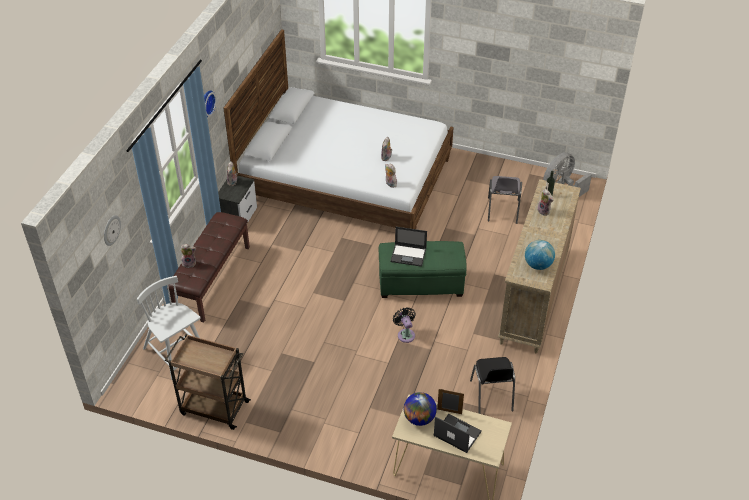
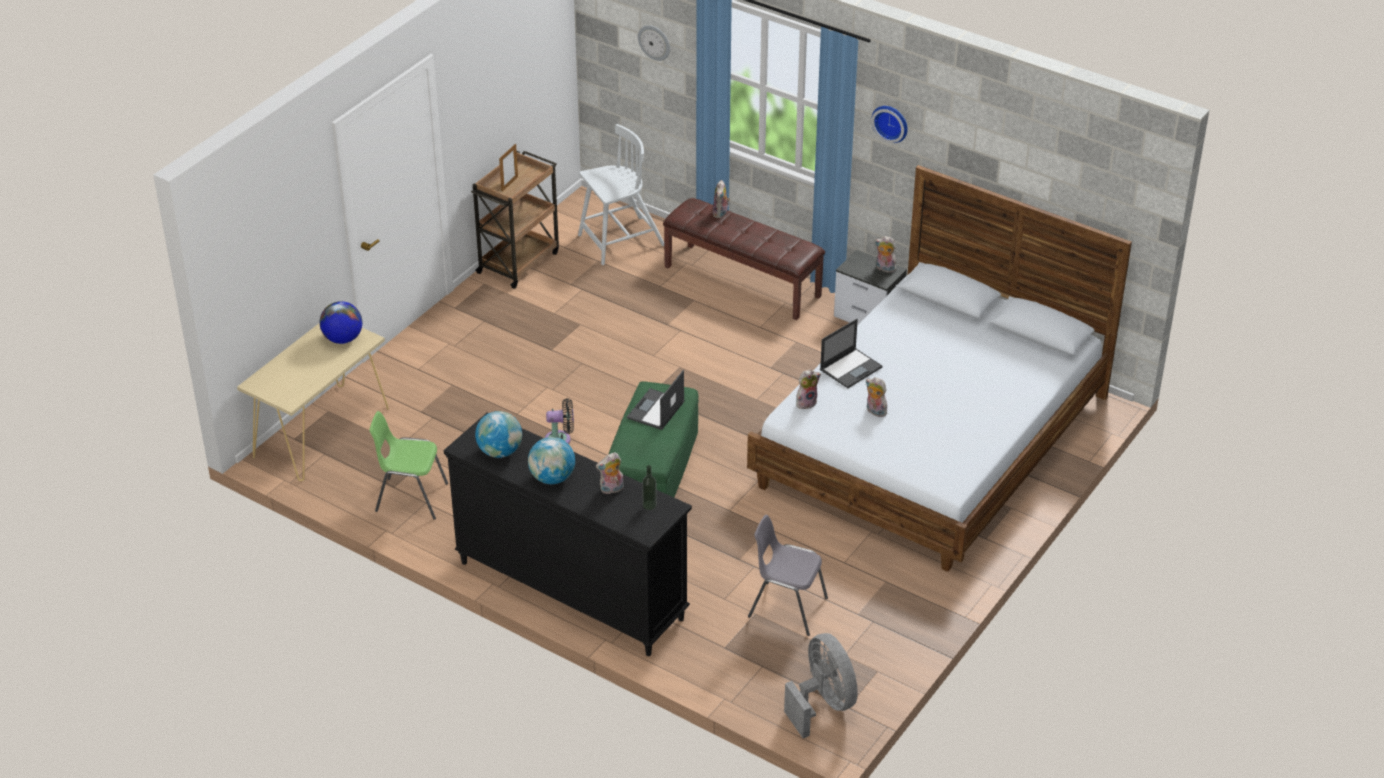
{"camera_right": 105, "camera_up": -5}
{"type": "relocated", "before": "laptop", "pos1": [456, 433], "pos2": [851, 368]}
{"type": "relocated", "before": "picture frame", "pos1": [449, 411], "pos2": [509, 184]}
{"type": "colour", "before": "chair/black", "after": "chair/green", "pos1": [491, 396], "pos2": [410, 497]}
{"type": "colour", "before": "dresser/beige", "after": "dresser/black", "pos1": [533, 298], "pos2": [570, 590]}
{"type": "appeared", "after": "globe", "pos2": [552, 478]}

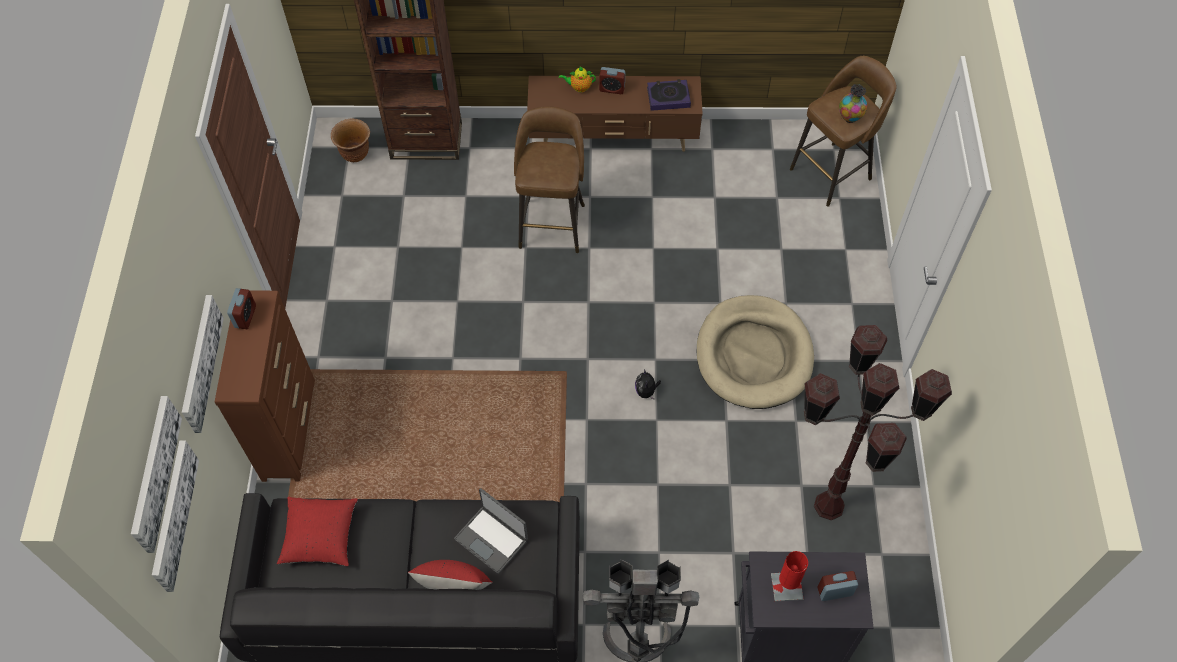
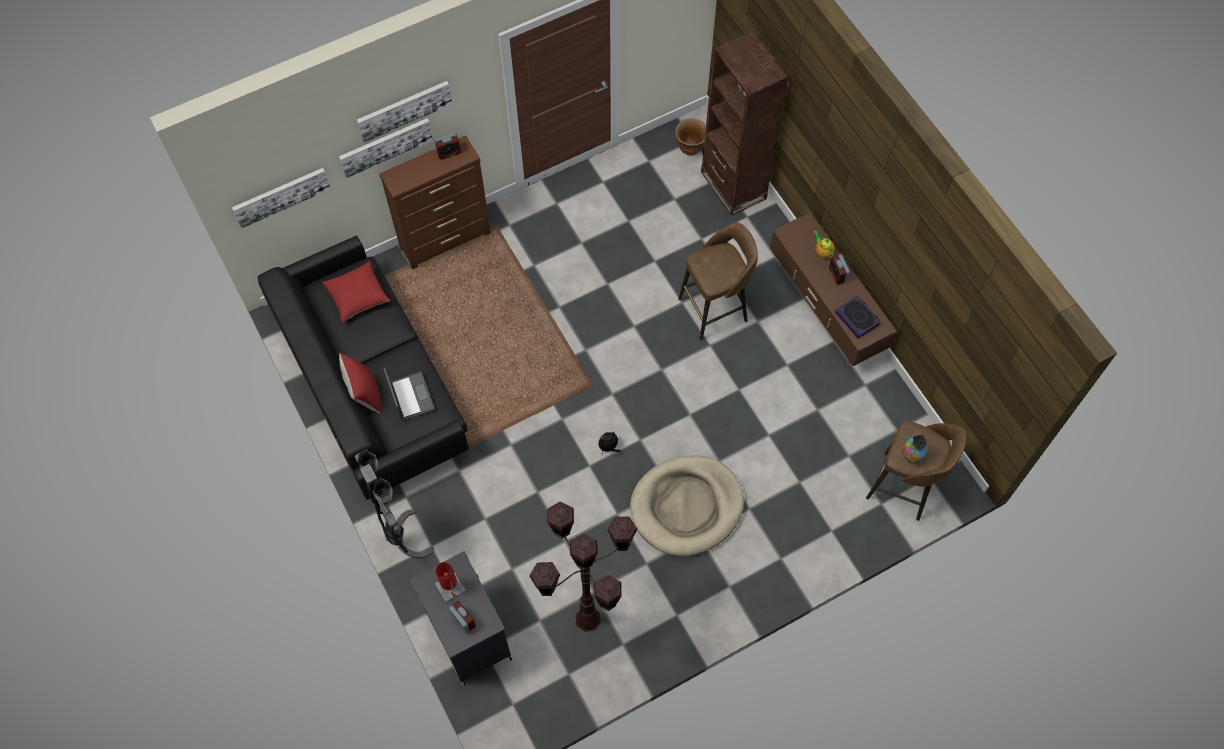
{"camera_right": 60, "camera_up": 5}
{"type": "relocated", "before": "picture", "pos1": [154, 473], "pos2": [404, 110]}
{"type": "spun", "before": "laptop", "pos1": [492, 539], "pos2": [410, 397], "turn": 150}

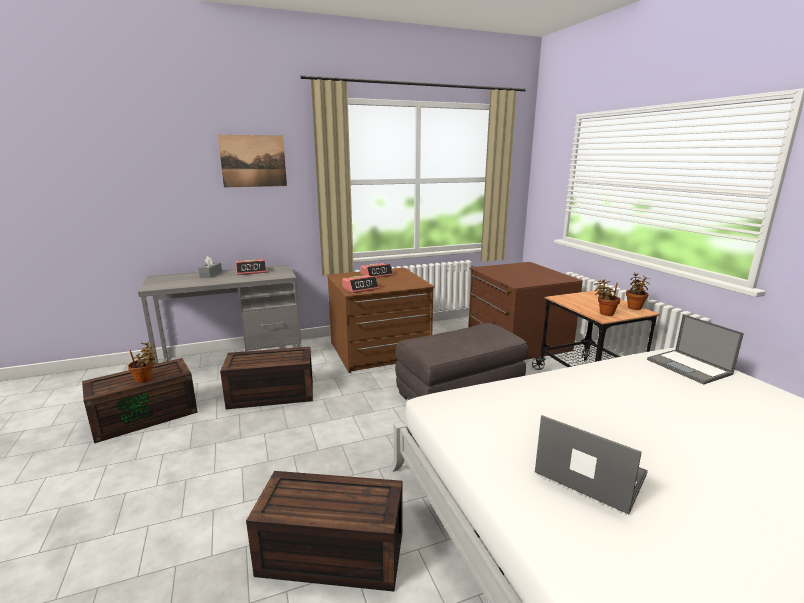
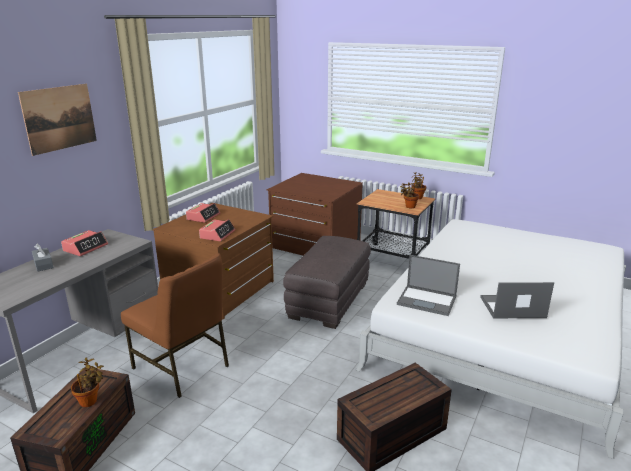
{"camera_right": -40, "camera_up": 5}
{"type": "exchanged", "before": "storage box/brown", "after": "chair/brown", "pos1": [270, 395], "pos2": [182, 367]}
{"type": "relocated", "before": "laptop", "pos1": [689, 367], "pos2": [427, 300]}

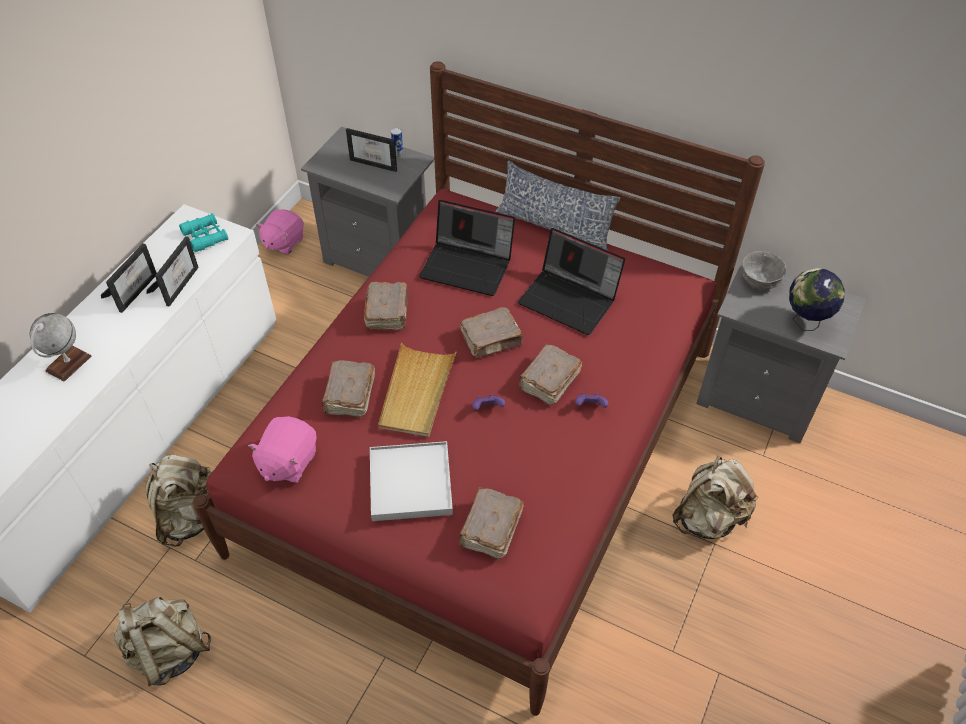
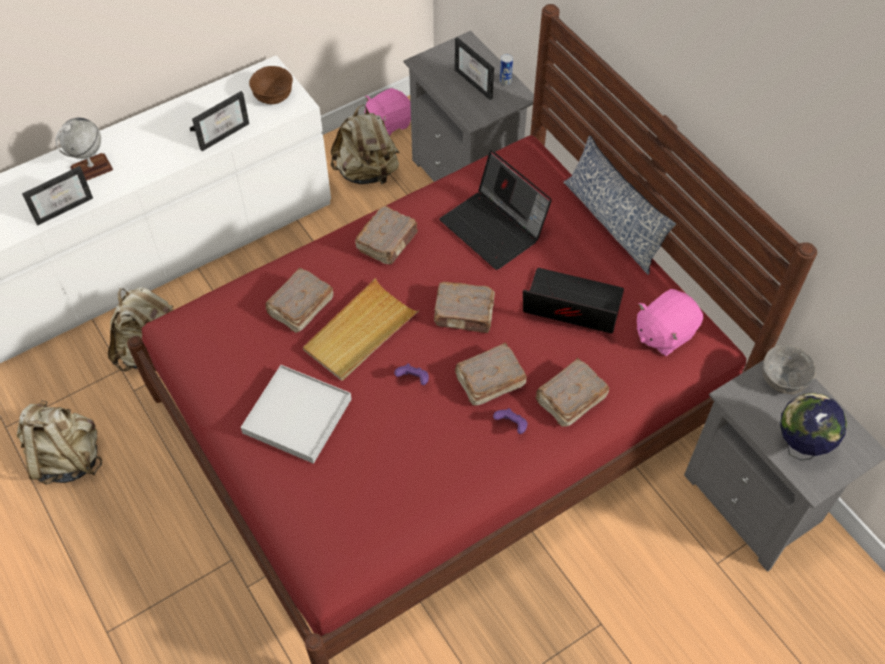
{"camera_right": 30, "camera_up": 5}
{"type": "relocated", "before": "picture frame", "pos1": [134, 290], "pos2": [63, 206]}
{"type": "exchanged", "before": "binoculars/turquoise", "after": "bowl/brown", "pos1": [205, 237], "pos2": [274, 96]}
{"type": "relocated", "before": "plush toy/pink", "pos1": [288, 461], "pos2": [664, 333]}
{"type": "relocated", "before": "book/brown", "pos1": [490, 529], "pos2": [569, 399]}
{"type": "spun", "before": "laptop", "pos1": [570, 299], "pos2": [570, 308], "turn": 135}
{"type": "relocated", "before": "backpack/beige", "pos1": [709, 518], "pos2": [367, 172]}

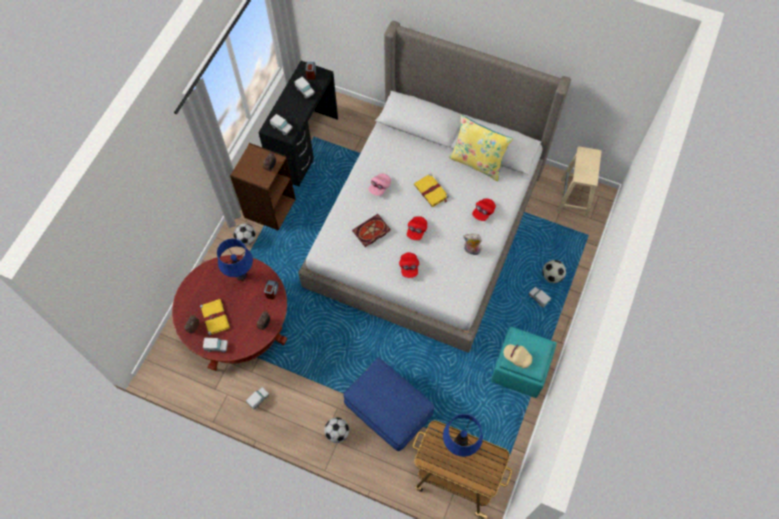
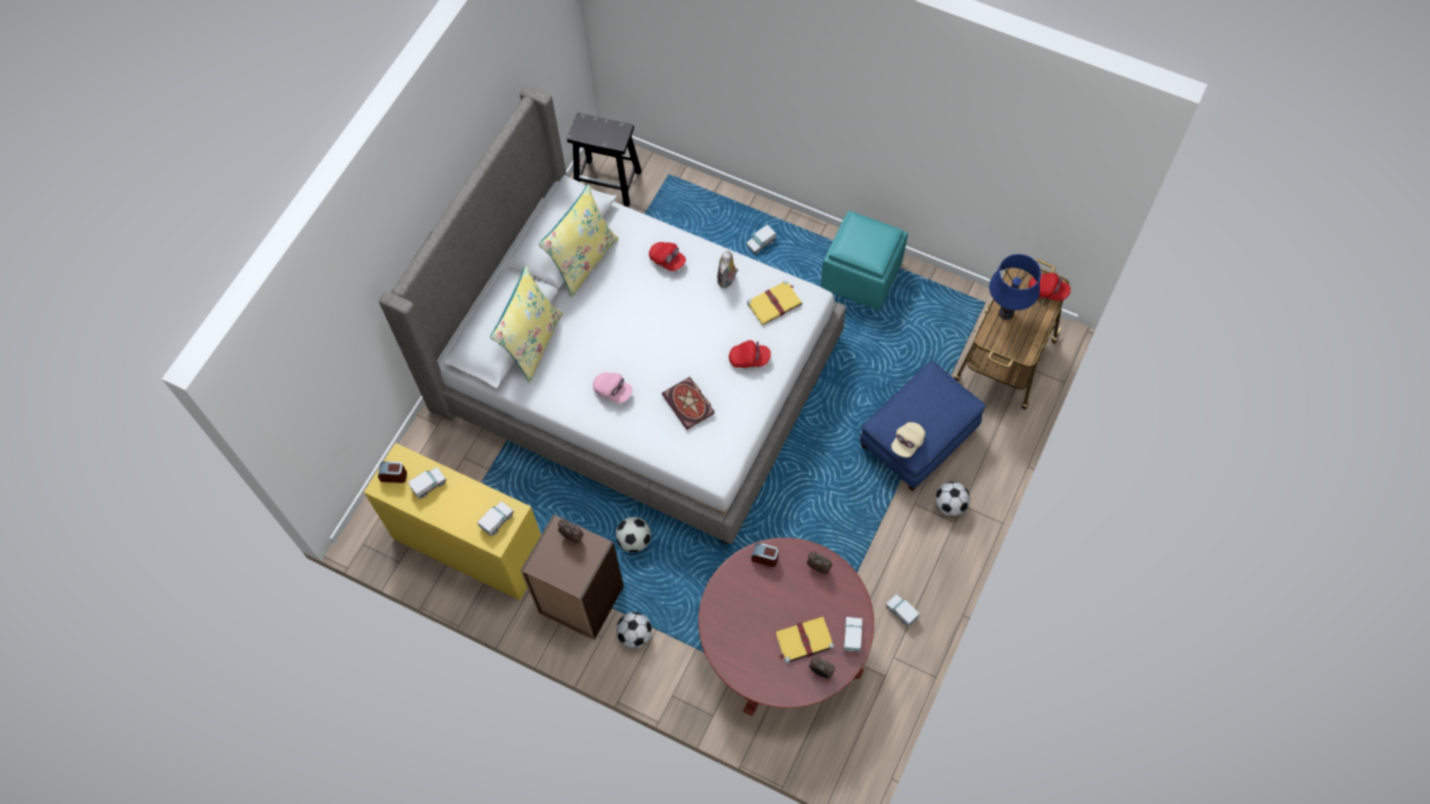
{"camera_right": -85, "camera_up": 0}
{"type": "missing", "before": "table lamp/blue", "pos1": [241, 276]}
{"type": "colour", "before": "desk/black", "after": "desk/yellow", "pos1": [304, 146], "pos2": [469, 546]}
{"type": "relocated", "before": "cap/red", "pos1": [416, 231], "pos2": [1047, 291]}
{"type": "relocated", "before": "book/yellow", "pos1": [431, 191], "pos2": [775, 303]}
{"type": "relocated", "before": "cap/beige", "pos1": [517, 357], "pos2": [907, 443]}
{"type": "relocated", "before": "football", "pos1": [552, 276], "pos2": [634, 540]}
{"type": "colour", "before": "stool/beige", "after": "stool/black", "pos1": [574, 198], "pos2": [609, 183]}
{"type": "appeared", "after": "pillow/yellow", "pos2": [532, 343]}

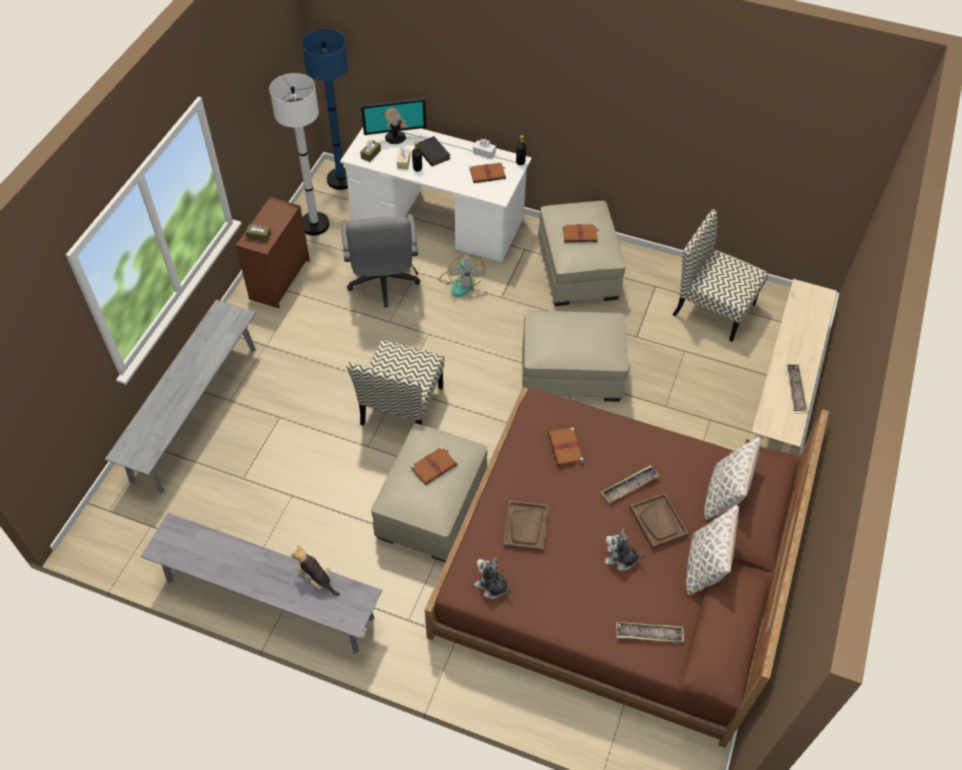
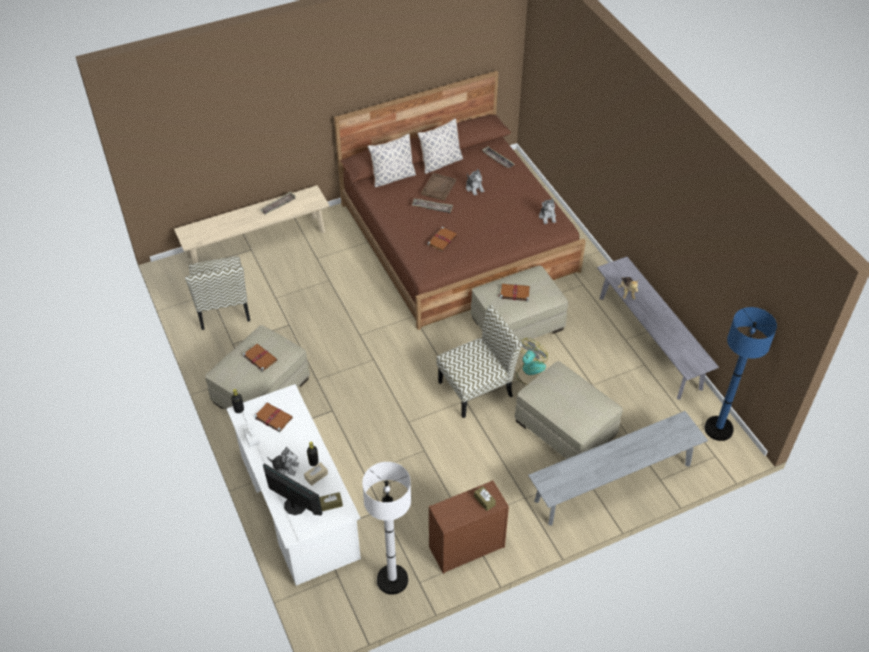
{"camera_right": -135, "camera_up": -5}
{"type": "relocated", "before": "floor lamp/blue", "pos1": [341, 179], "pos2": [718, 429]}
{"type": "missing", "before": "office chair/grey", "pos1": [383, 284]}
{"type": "exchanged", "before": "book/black", "after": "plush toy", "pos1": [433, 153], "pos2": [285, 467]}
{"type": "relocated", "before": "fan", "pos1": [461, 282], "pos2": [530, 371]}
{"type": "missing", "before": "tray/brown", "pos1": [526, 526]}
{"type": "relocated", "before": "ottoman/beige", "pos1": [572, 372], "pos2": [564, 428]}

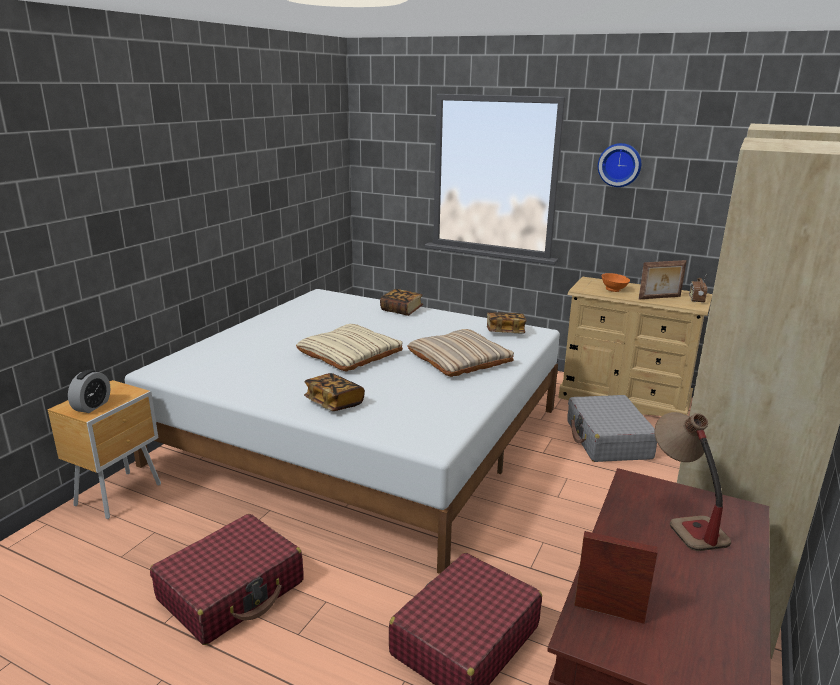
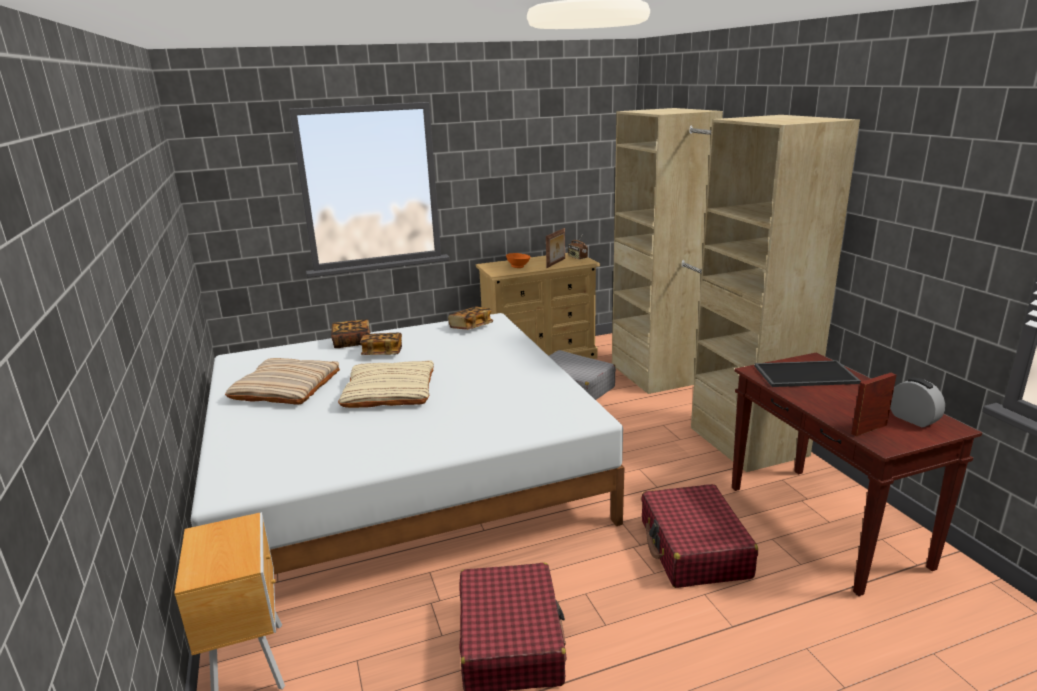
{"camera_right": -45, "camera_up": 0}
{"type": "relocated", "before": "alarm clock", "pos1": [92, 406], "pos2": [913, 419]}
{"type": "relocated", "before": "book", "pos1": [334, 403], "pos2": [382, 353]}
{"type": "relocated", "before": "pillow/beige", "pos1": [459, 359], "pos2": [286, 388]}
{"type": "missing", "before": "wall clock", "pos1": [620, 165]}
{"type": "exchanged", "before": "table lamp", "after": "tray", "pos1": [683, 518], "pos2": [805, 375]}

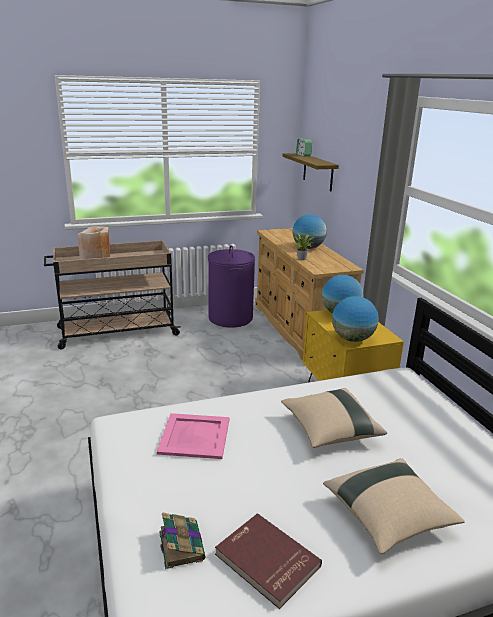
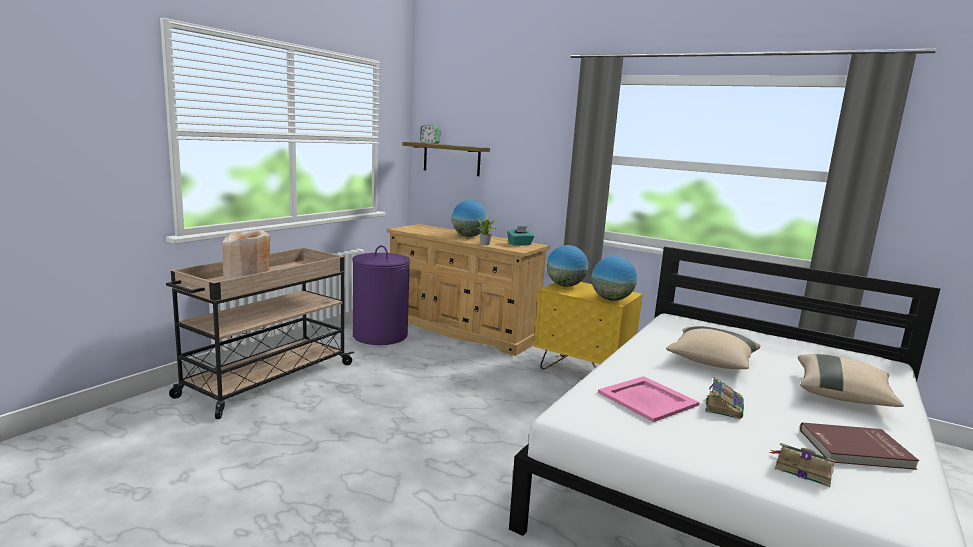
{"camera_right": -40, "camera_up": -10}
{"type": "appeared", "after": "tissue box/turquoise", "pos2": [520, 244]}
{"type": "appeared", "after": "book", "pos2": [724, 407]}

